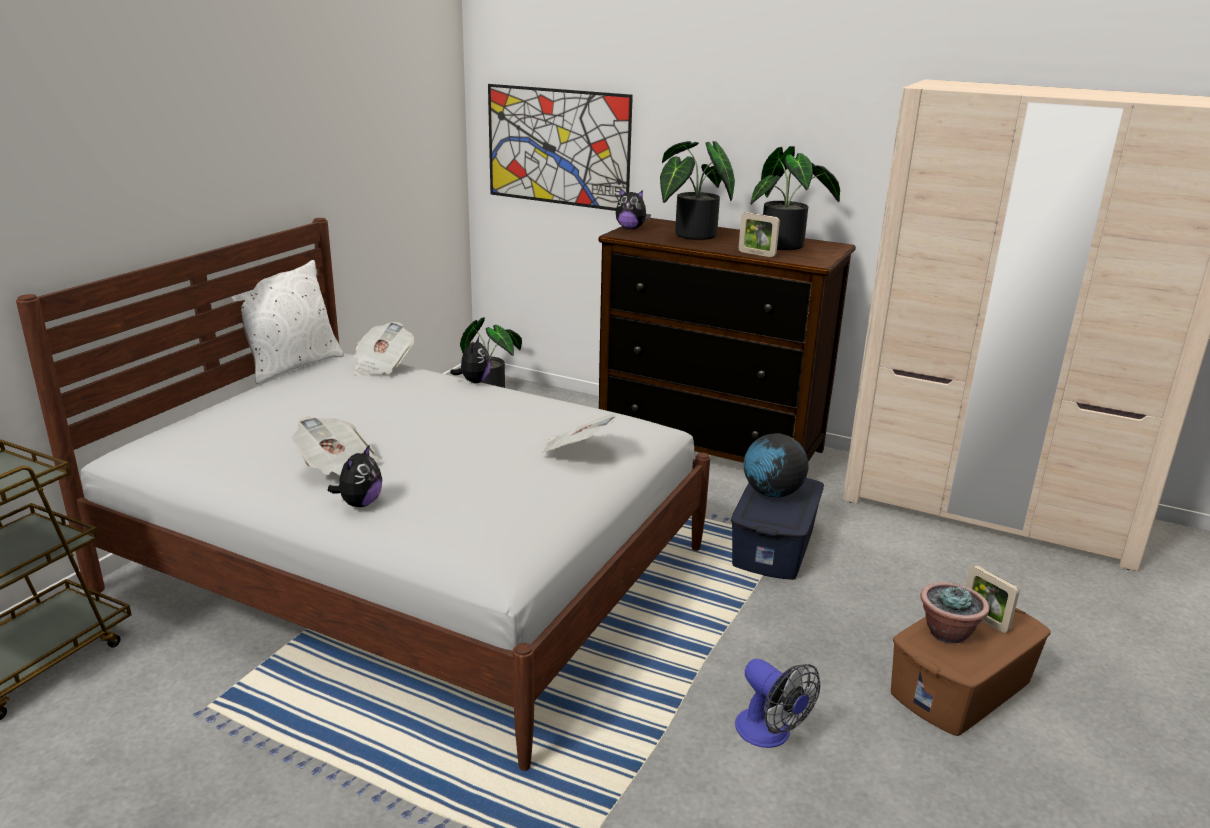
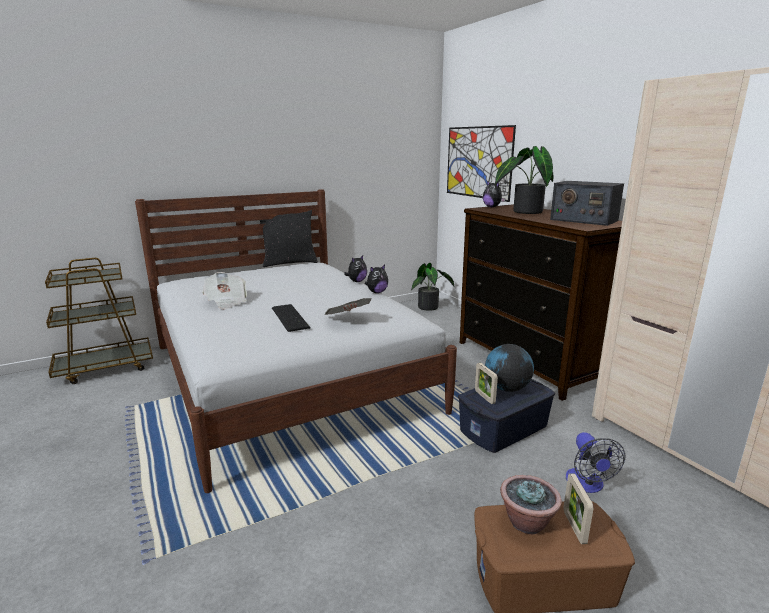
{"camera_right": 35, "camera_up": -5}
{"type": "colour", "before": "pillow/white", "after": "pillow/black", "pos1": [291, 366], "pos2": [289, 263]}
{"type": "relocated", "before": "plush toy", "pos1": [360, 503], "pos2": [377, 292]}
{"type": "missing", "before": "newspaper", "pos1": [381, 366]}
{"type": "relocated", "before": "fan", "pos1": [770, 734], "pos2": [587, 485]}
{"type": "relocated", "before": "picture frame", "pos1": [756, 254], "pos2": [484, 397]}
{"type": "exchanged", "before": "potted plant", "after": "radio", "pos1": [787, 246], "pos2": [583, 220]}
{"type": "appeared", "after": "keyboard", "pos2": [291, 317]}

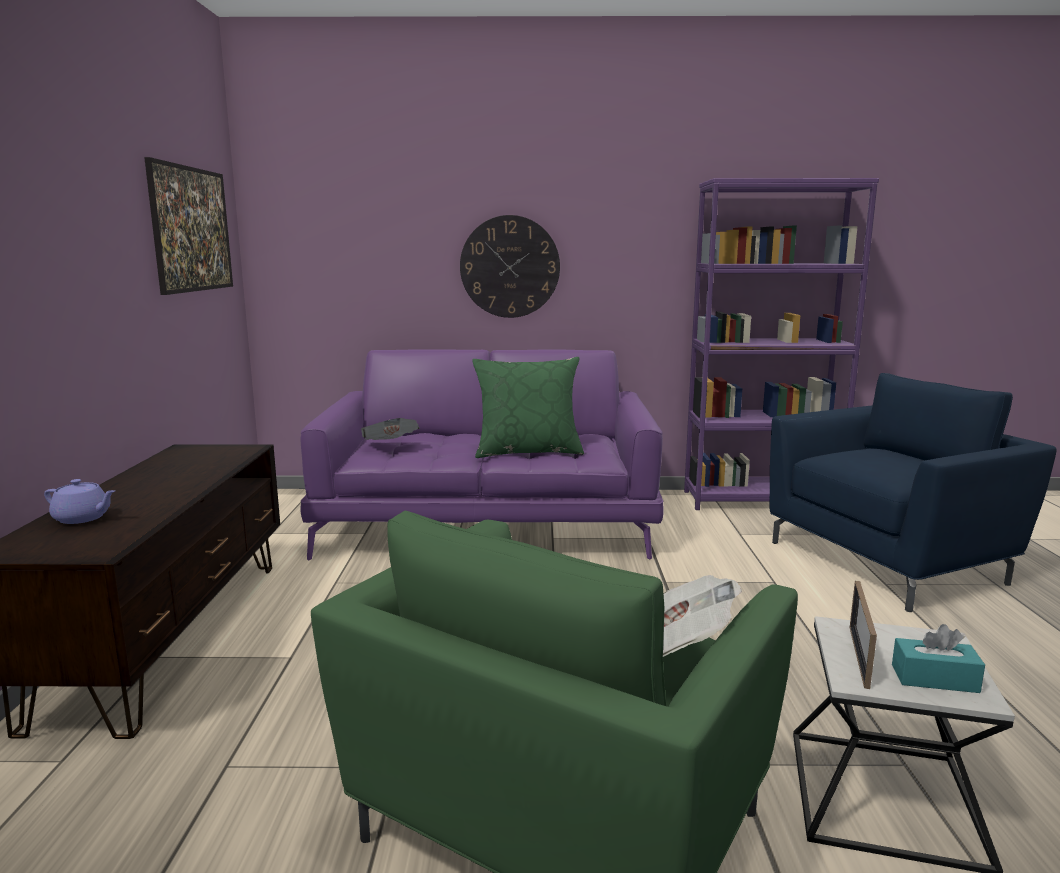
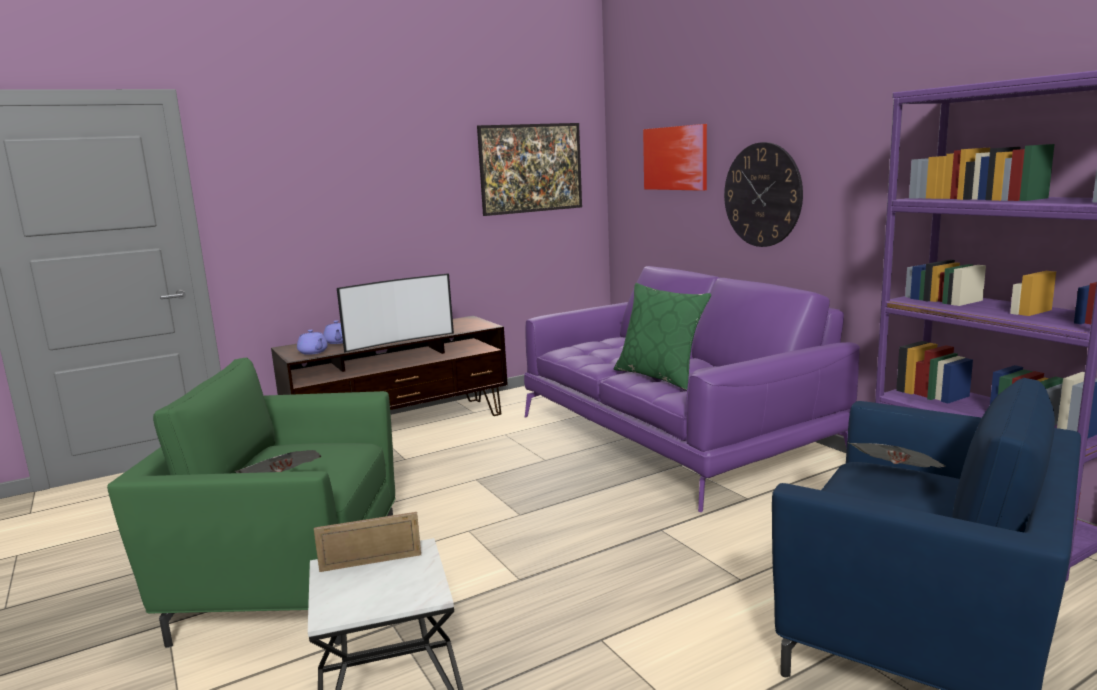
{"camera_right": 60, "camera_up": 0}
{"type": "relocated", "before": "newspaper", "pos1": [390, 446], "pos2": [896, 478]}
{"type": "missing", "before": "tissue box/turquoise", "pos1": [934, 678]}
{"type": "appeared", "after": "teapot/purple", "pos2": [313, 352]}
{"type": "appeared", "after": "television", "pos2": [399, 341]}
{"type": "appeared", "after": "picture", "pos2": [675, 158]}

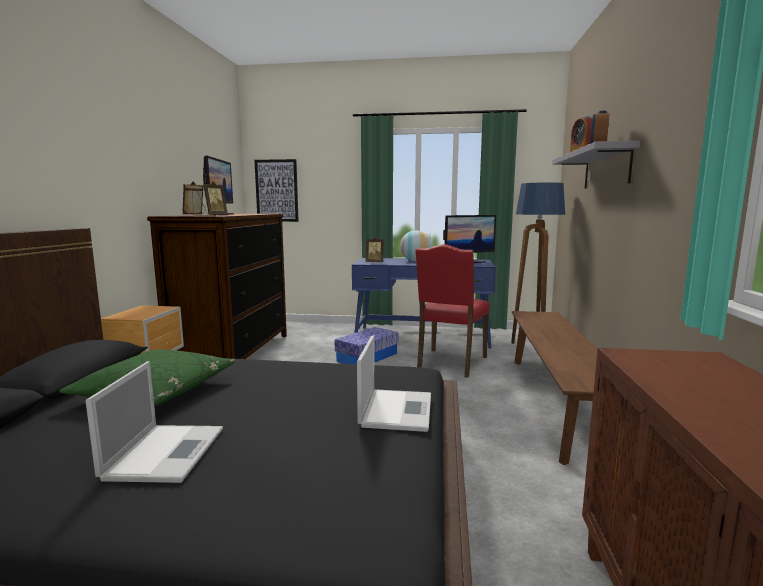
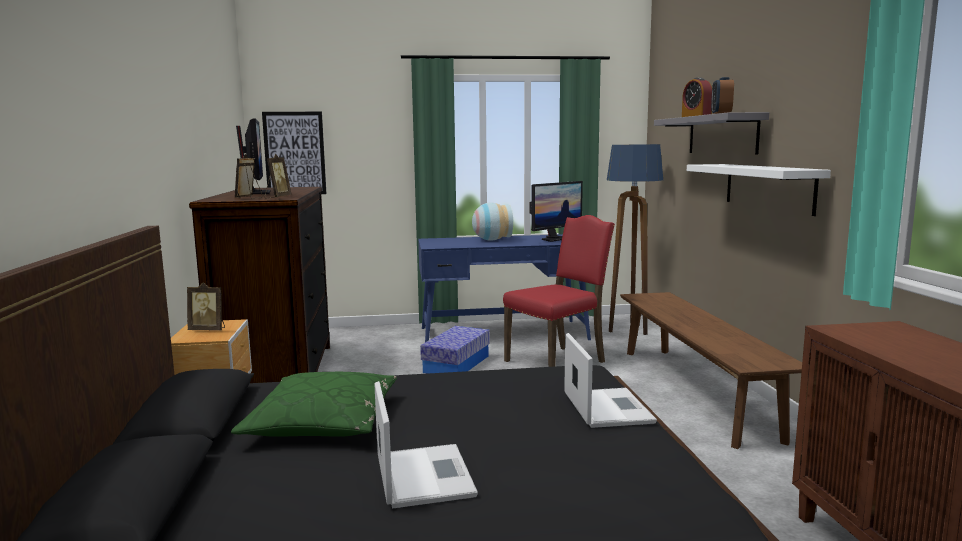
{"camera_right": -15, "camera_up": 0}
{"type": "relocated", "before": "picture frame", "pos1": [375, 262], "pos2": [208, 330]}
{"type": "spun", "before": "chair/red", "pos1": [450, 363], "pos2": [558, 361], "turn": -135}
{"type": "appeared", "after": "shelf/white", "pos2": [768, 187]}

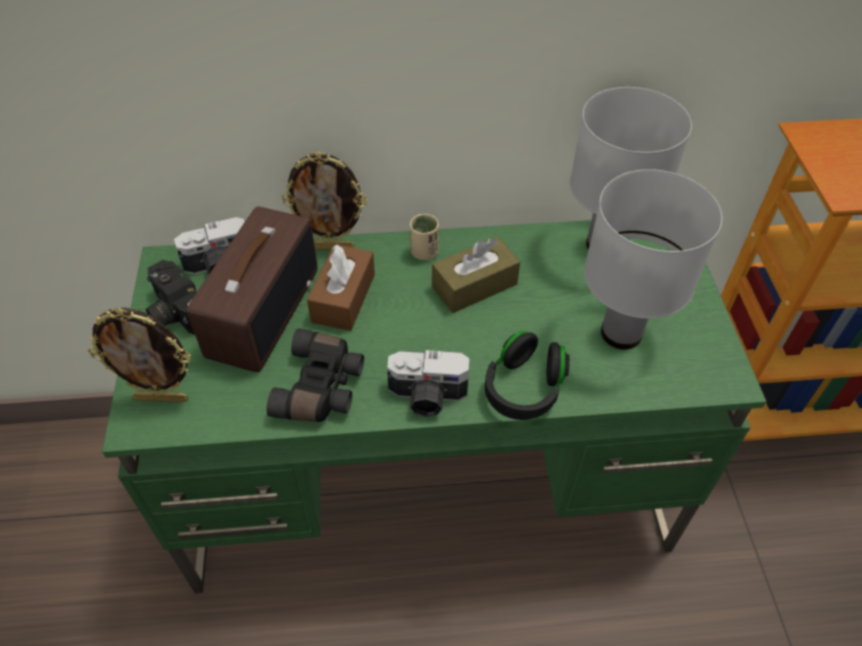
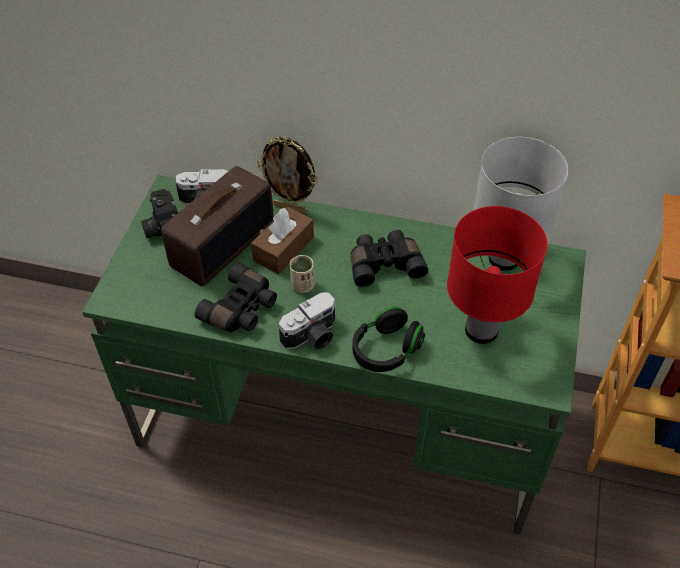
{"camera_right": 20, "camera_up": 0}
{"type": "missing", "before": "picture frame", "pos1": [162, 398]}
{"type": "spun", "before": "photo camera", "pos1": [427, 397], "pos2": [312, 336], "turn": -60}
{"type": "relocated", "before": "cup/beige", "pos1": [424, 252], "pos2": [302, 285]}
{"type": "exchanged", "before": "tissue box/brown", "after": "binoculars/black", "pos1": [474, 285], "pos2": [385, 264]}
{"type": "colour", "before": "table lamp/white", "after": "table lamp/red", "pos1": [622, 332], "pos2": [482, 330]}

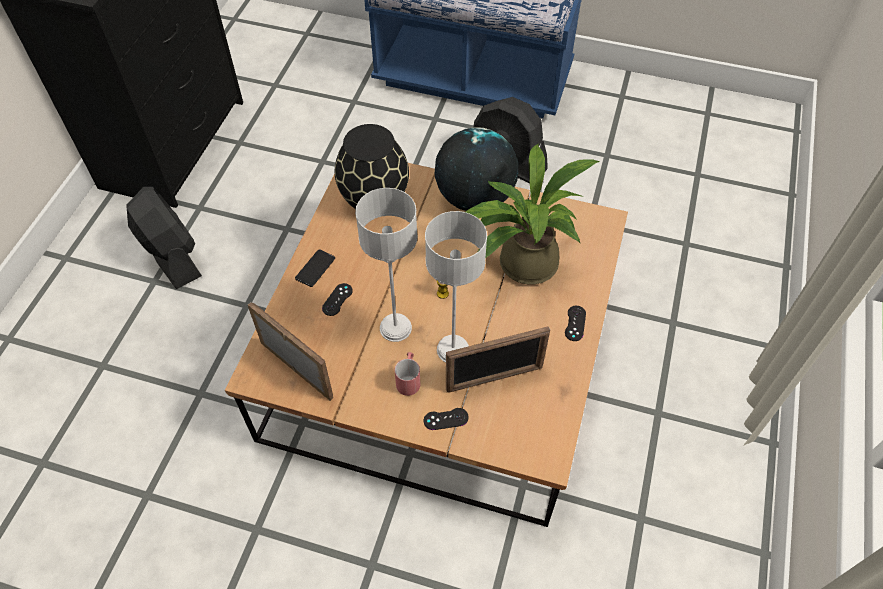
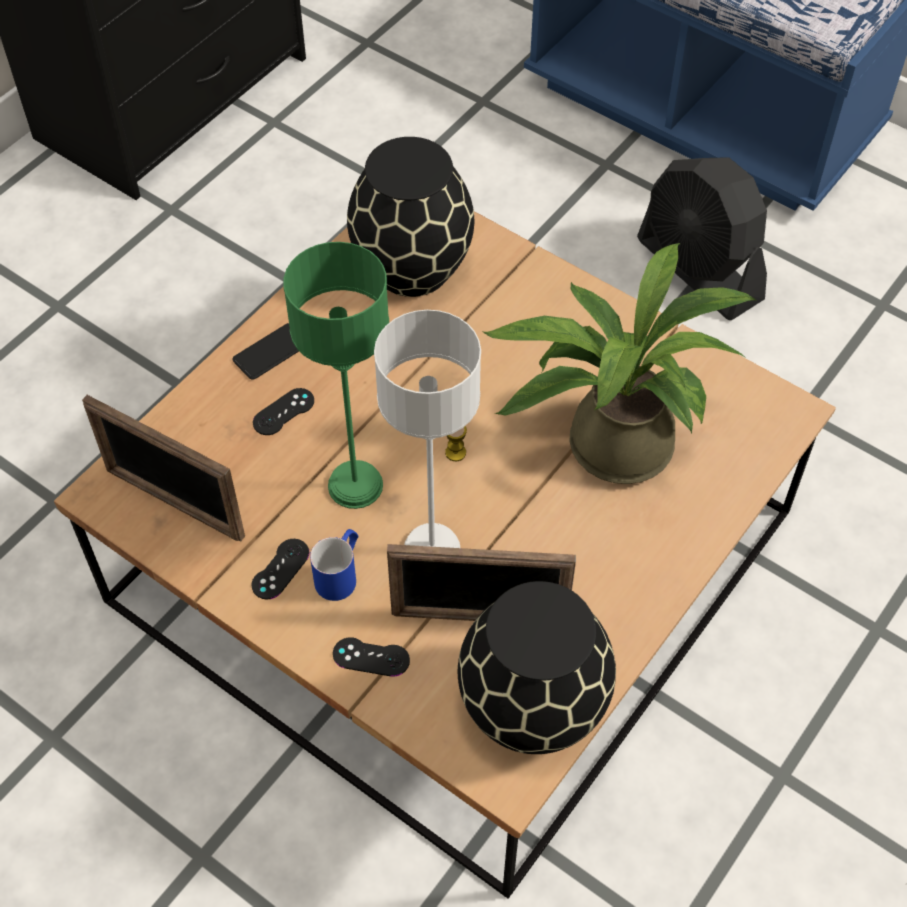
{"camera_right": 20, "camera_up": 0}
{"type": "missing", "before": "fan/black", "pos1": [171, 255]}
{"type": "spun", "before": "picture frame", "pos1": [297, 369], "pos2": [174, 503], "turn": 150}
{"type": "colour", "before": "table lamp/grey", "after": "table lamp/green", "pos1": [395, 328], "pos2": [354, 485]}
{"type": "colour", "before": "mug/red", "after": "mug/blue", "pos1": [409, 379], "pos2": [340, 573]}
{"type": "missing", "before": "globe", "pos1": [474, 198]}
{"type": "relocated", "before": "game controller/black", "pos1": [575, 323], "pos2": [280, 569]}
{"type": "appeared", "after": "vase/black", "pos2": [532, 706]}

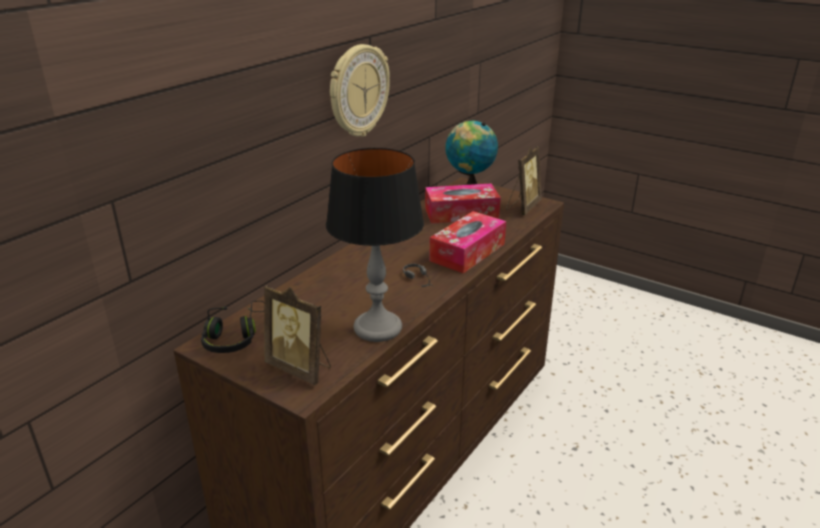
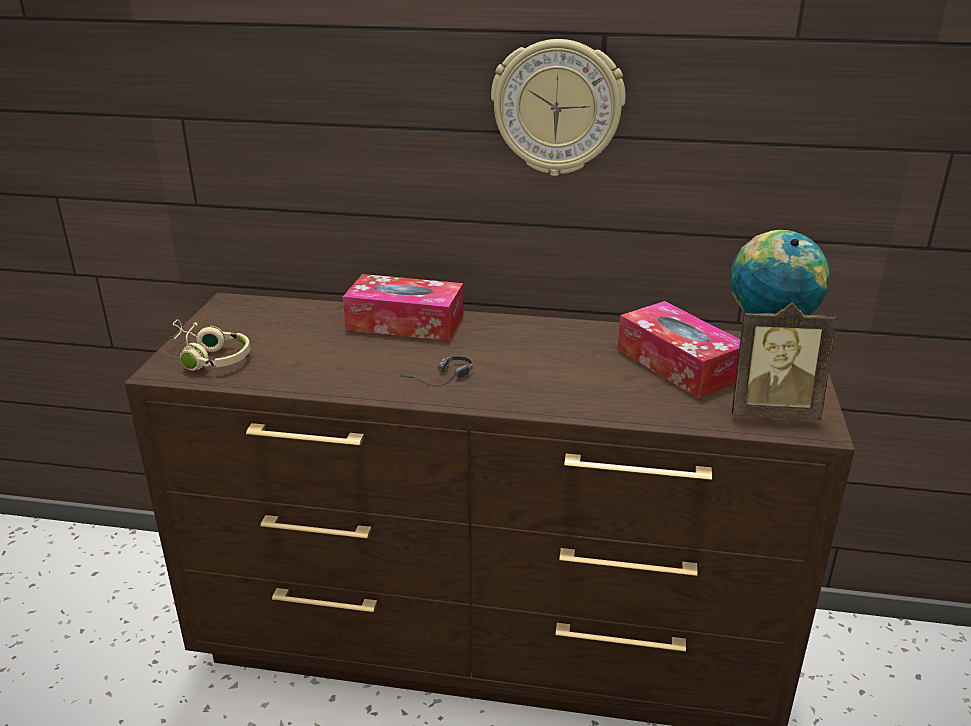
{"camera_right": 65, "camera_up": 0}
{"type": "missing", "before": "headphones/black", "pos1": [234, 337]}
{"type": "exchanged", "before": "picture frame", "after": "headphones/beige", "pos1": [300, 368], "pos2": [208, 357]}
{"type": "missing", "before": "table lamp", "pos1": [378, 328]}
{"type": "relocated", "before": "tissue box", "pos1": [467, 252], "pos2": [405, 323]}

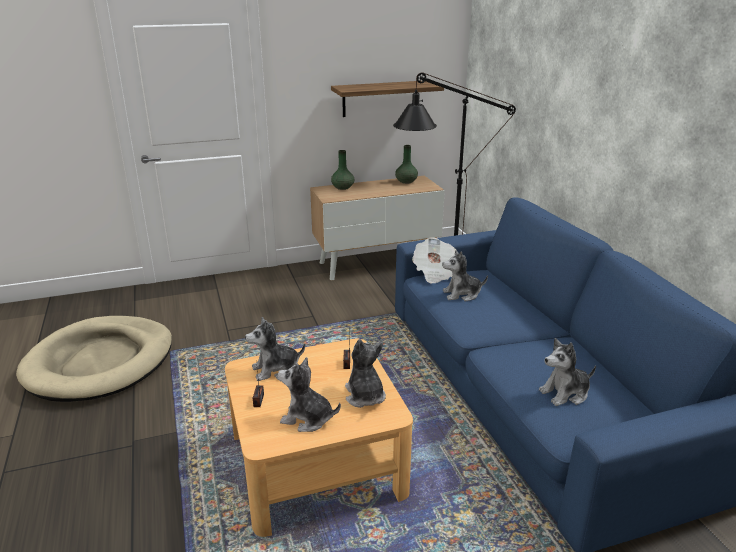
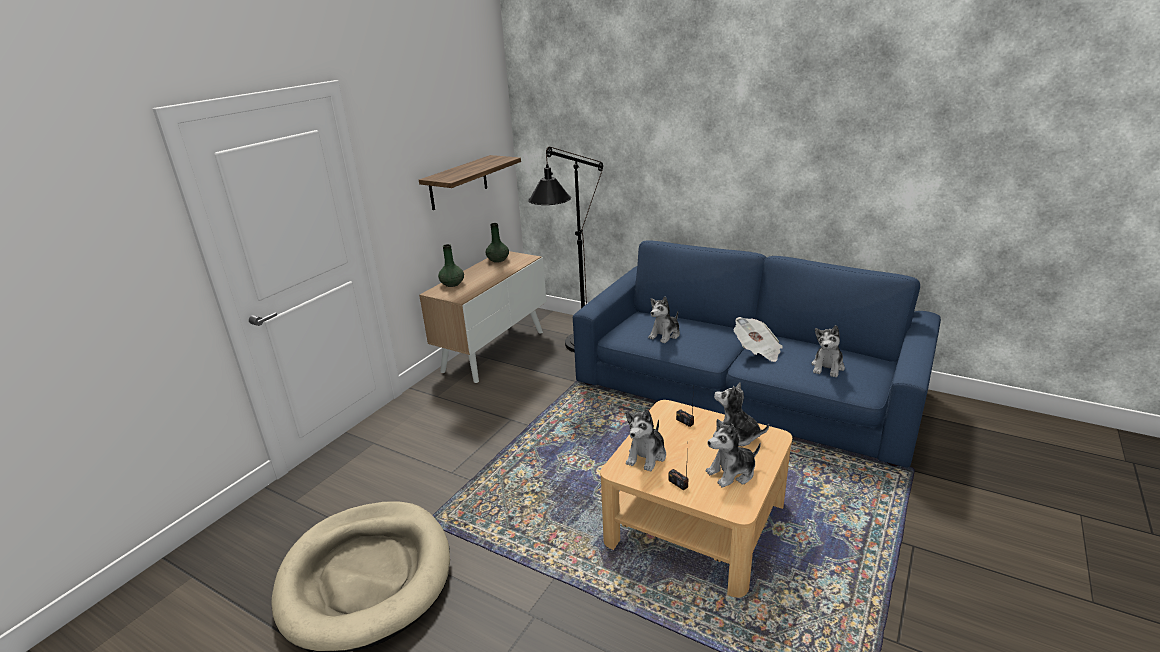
{"camera_right": -40, "camera_up": 0}
{"type": "relocated", "before": "newspaper", "pos1": [434, 272], "pos2": [757, 351]}

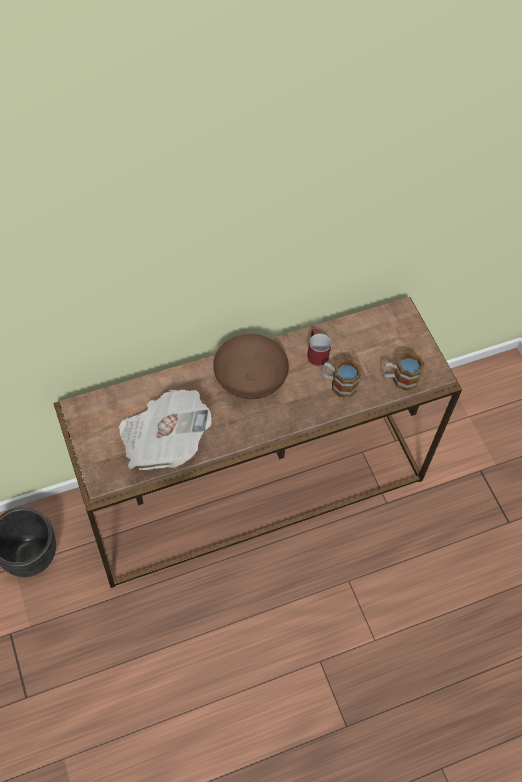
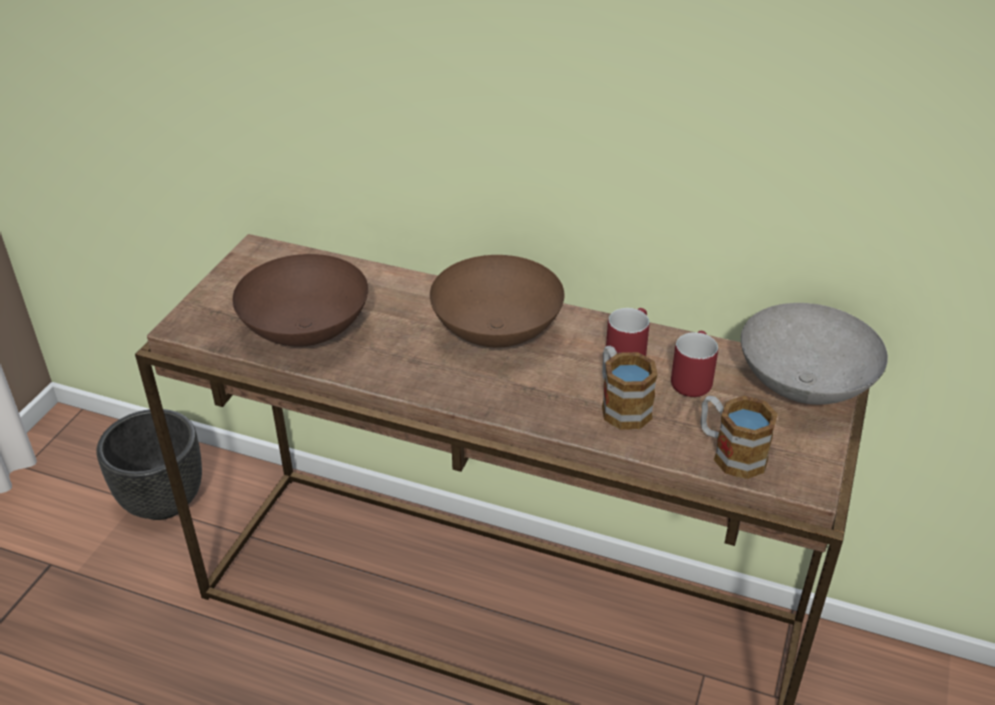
{"camera_right": 45, "camera_up": -20}
{"type": "exchanged", "before": "newspaper", "after": "bowl/brown", "pos1": [163, 441], "pos2": [304, 331]}
{"type": "appeared", "after": "mug/red", "pos2": [689, 379]}
{"type": "appeared", "after": "bowl/grey", "pos2": [803, 385]}

